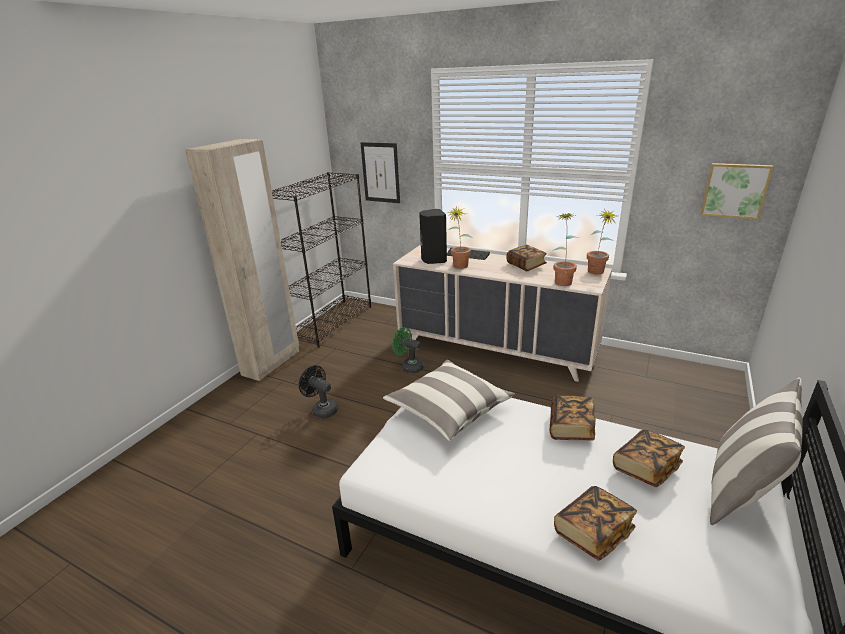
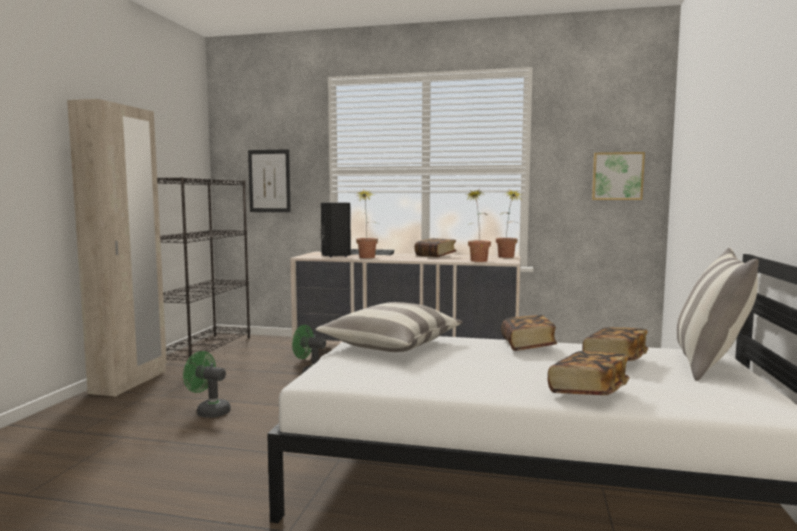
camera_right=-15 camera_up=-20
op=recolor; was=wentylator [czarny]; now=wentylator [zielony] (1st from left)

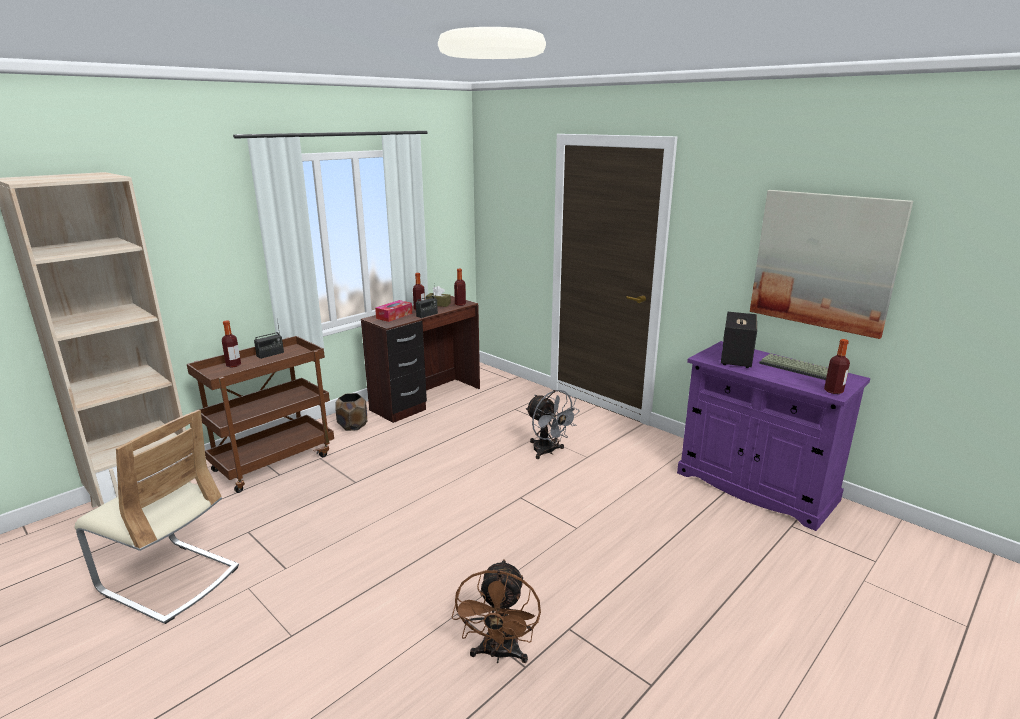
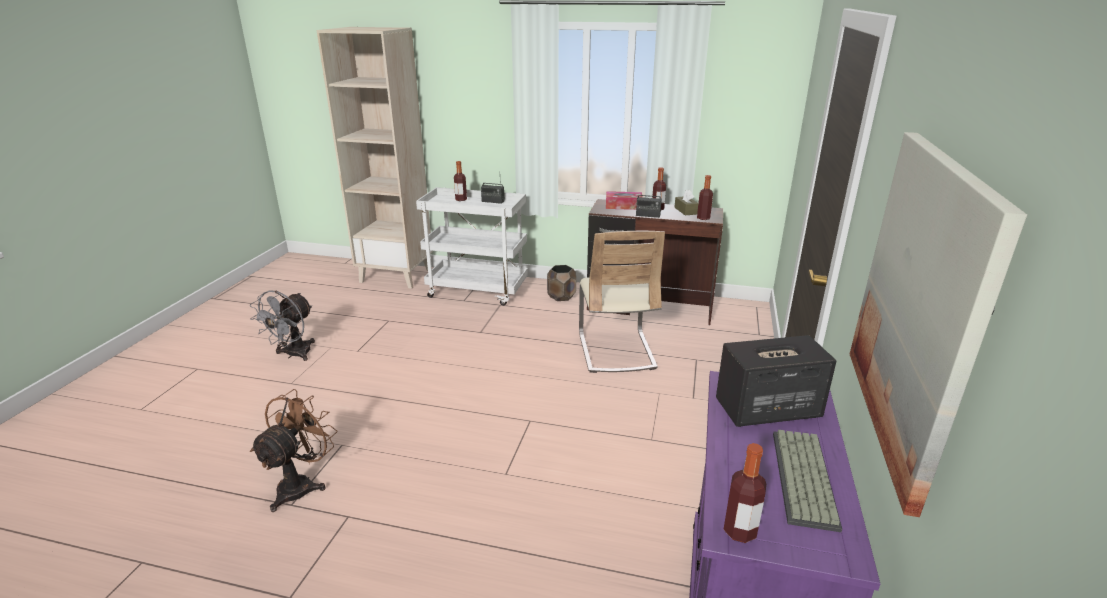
camera_right=60 camera_up=5
op=move; was=krzesło [beżowy]
op=move; was=wentylator [szary]
op=recolor; was=wózek [brązowy]; now=wózek [biały]
op=rotate; was=wentylator [brązowy]; clockwise=135

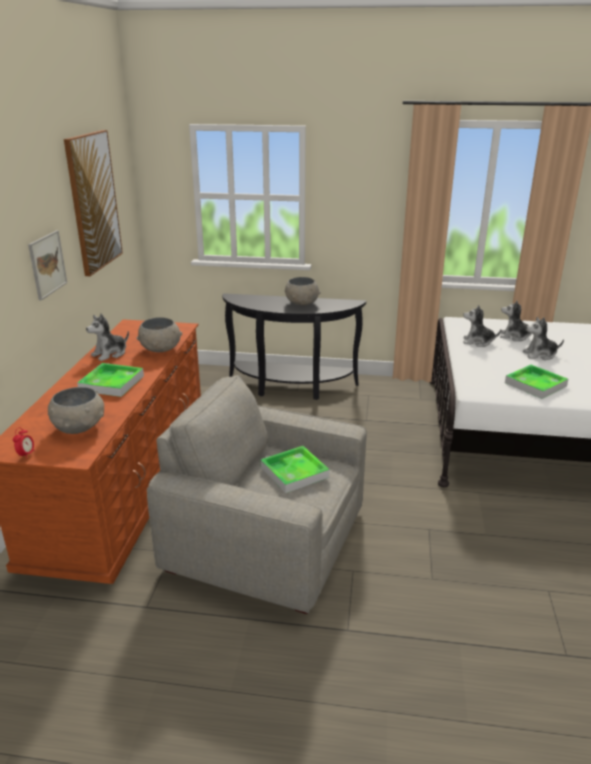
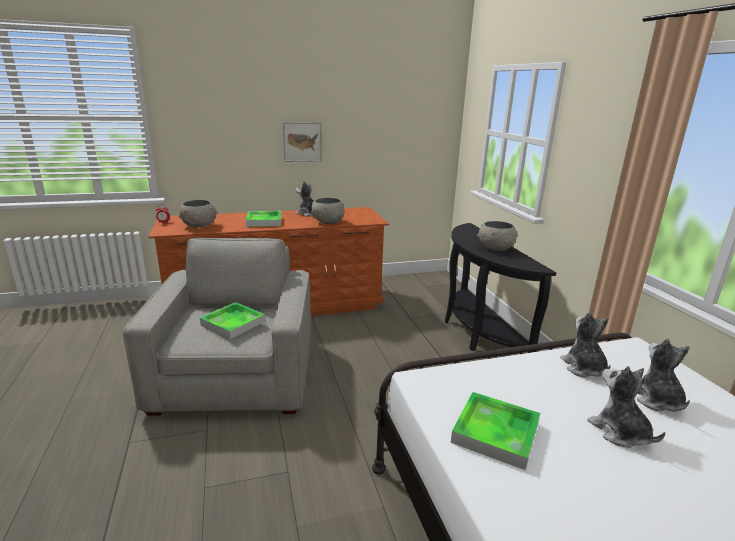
camera_right=65 camera_up=-5
op=delete; was=obraz (2nd from left)

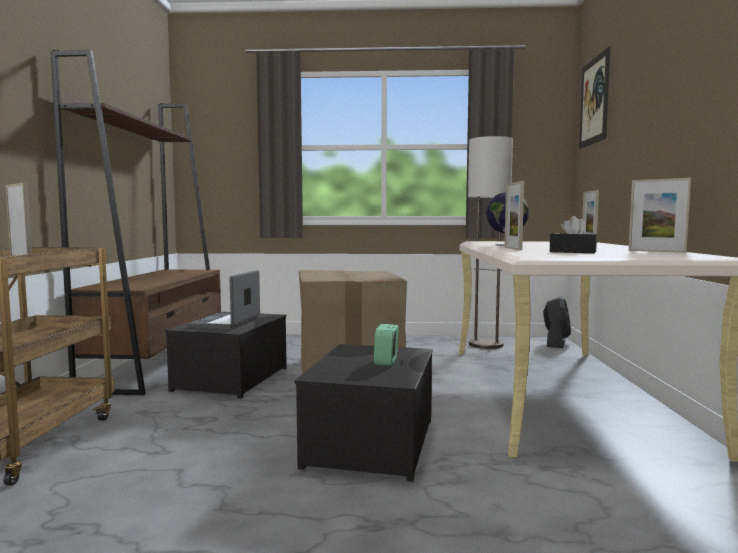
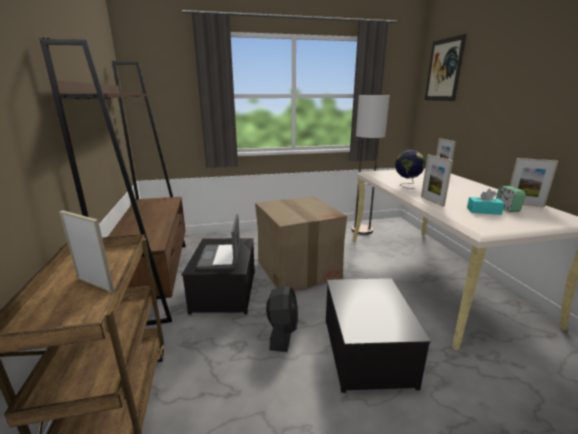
camera_right=-15 camera_up=15
op=move; was=budzik
op=move; was=wentylator [czarny]
op=recolor; was=pudełko chusteczek [czarny]; now=pudełko chusteczek [turkusowy]

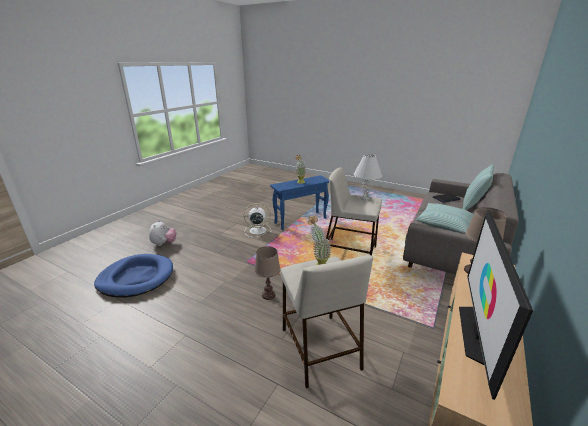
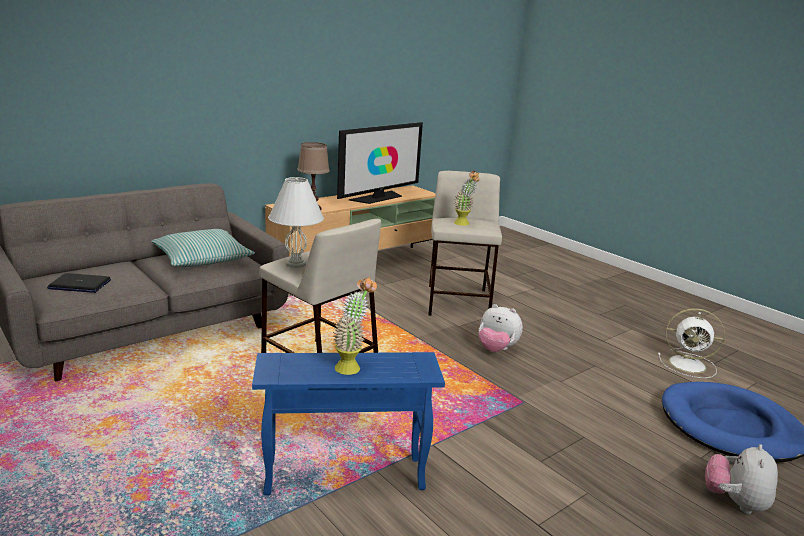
camera_right=-160 camera_up=-5
op=delete; was=poduszka (2nd from left)
op=move; was=wentylator [biały]
op=replace; was=lampa stołowa [brązowy] (1st from left); now=pluszak (1st from left)

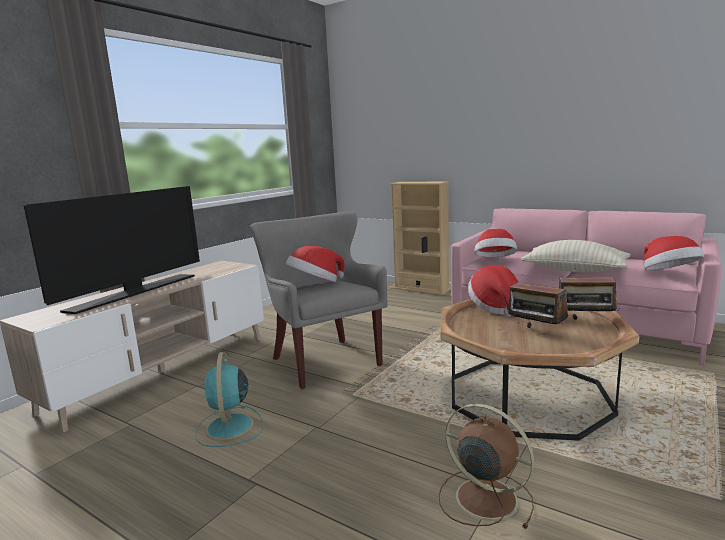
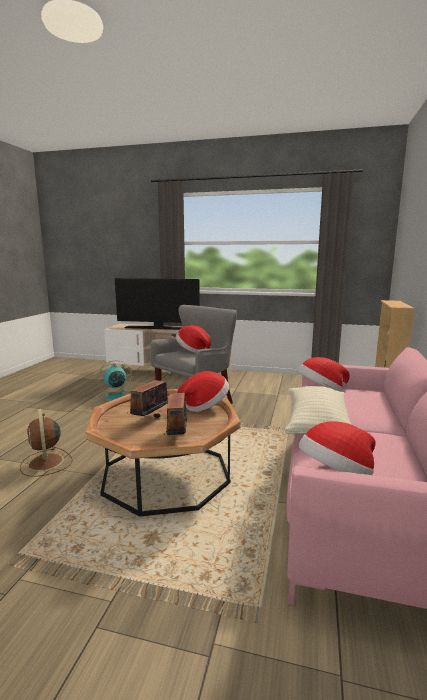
camera_right=70 camera_up=0
op=rotate; was=wentylator [brązowy]; clockwise=135

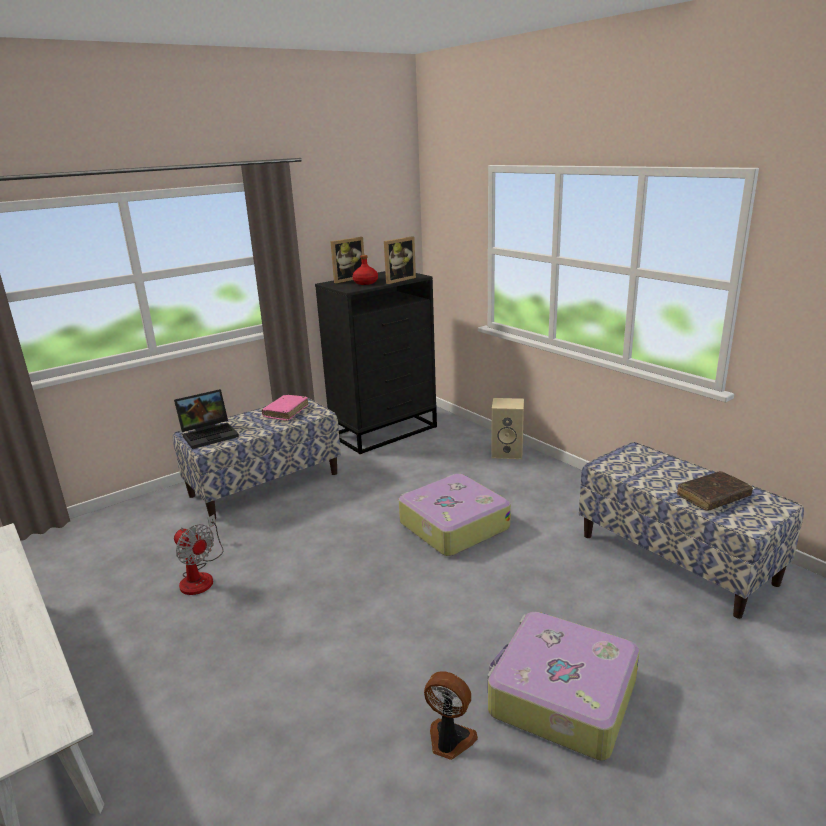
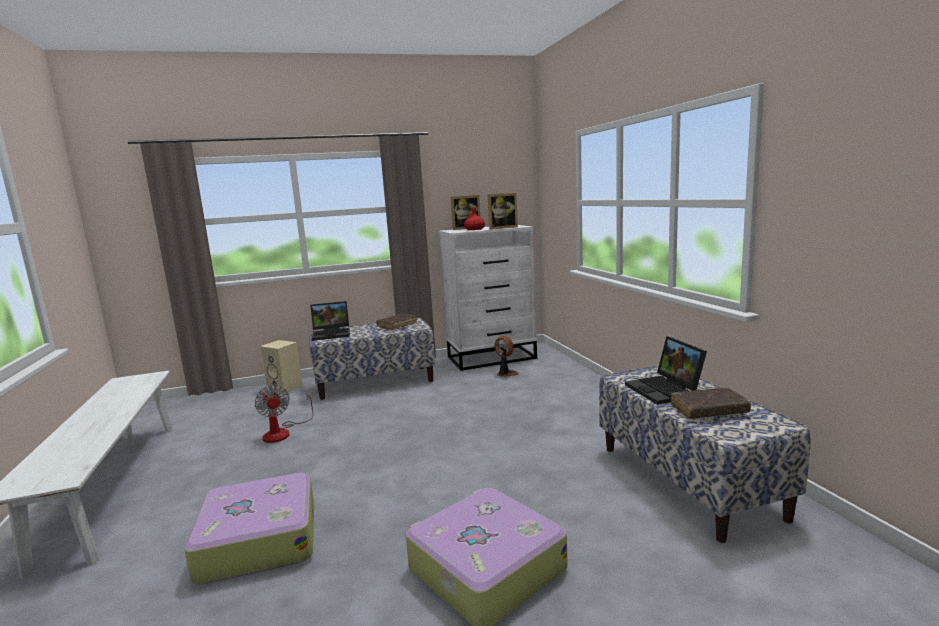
camera_right=20 camera_up=-10
op=insert; now=laptop (2nd from left)
op=move; was=walizka (1st from left)
op=move; was=wentylator (2nd from left)
op=move; was=głośnik [beżowy]
op=recolor; was=książka [różowy]; now=książka [brązowy] (1st from left)
op=recolor; was=komoda [czarny]; now=komoda [biały]

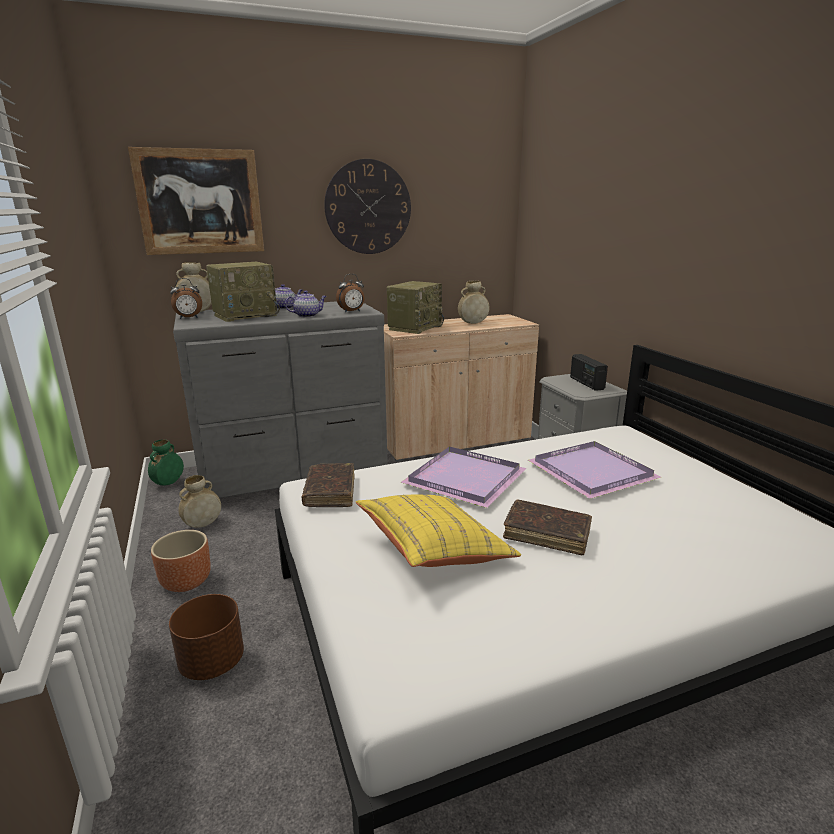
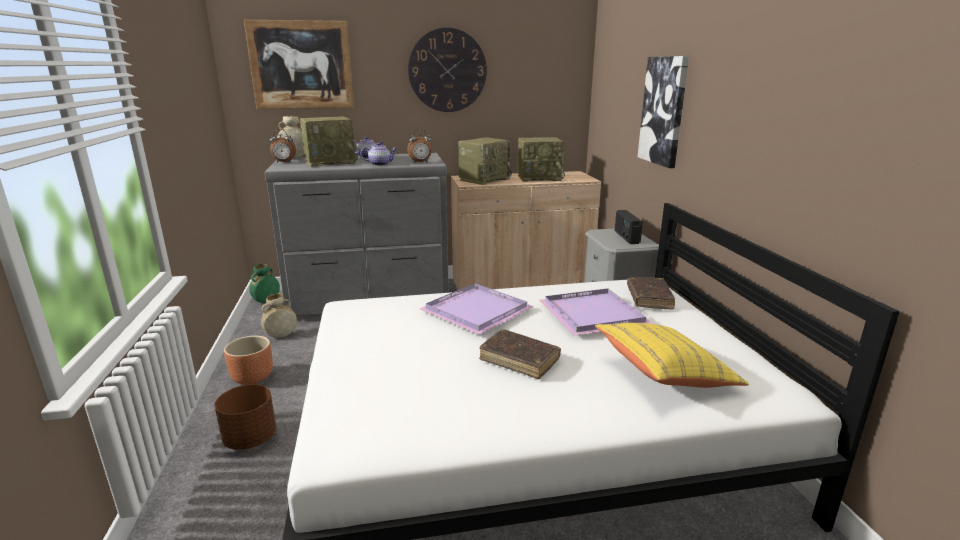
camera_right=10 camera_up=0
op=insert; now=obraz (2nd from left)
op=move; was=książka [brązowy] (1st from left in the first image); now=książka [brązowy] (2nd from left)
op=move; was=poduszka [żółty]
op=replace; was=wazon [beżowy] (3rd from left); now=radio (3rd from left)

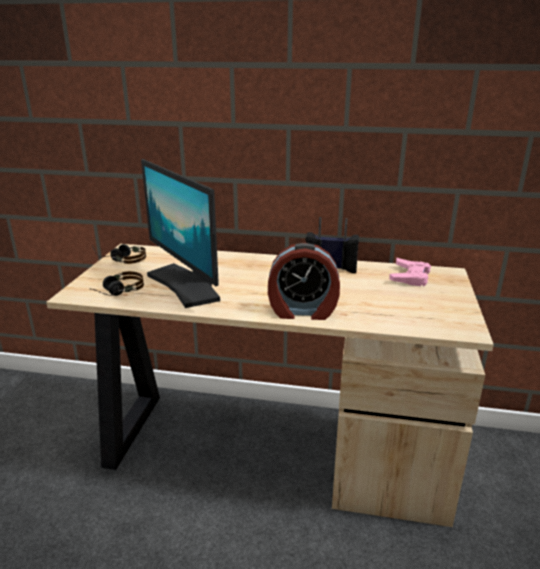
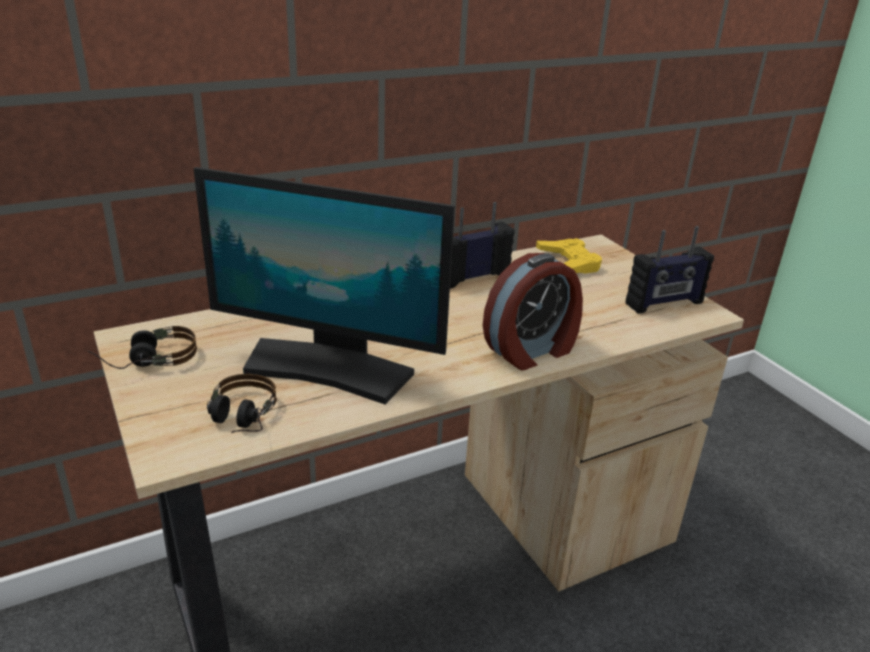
camera_right=-40 camera_up=5
op=insert; now=radio (2nd from left)
op=recolor; was=pad do gier [różowy]; now=pad do gier [żółty]

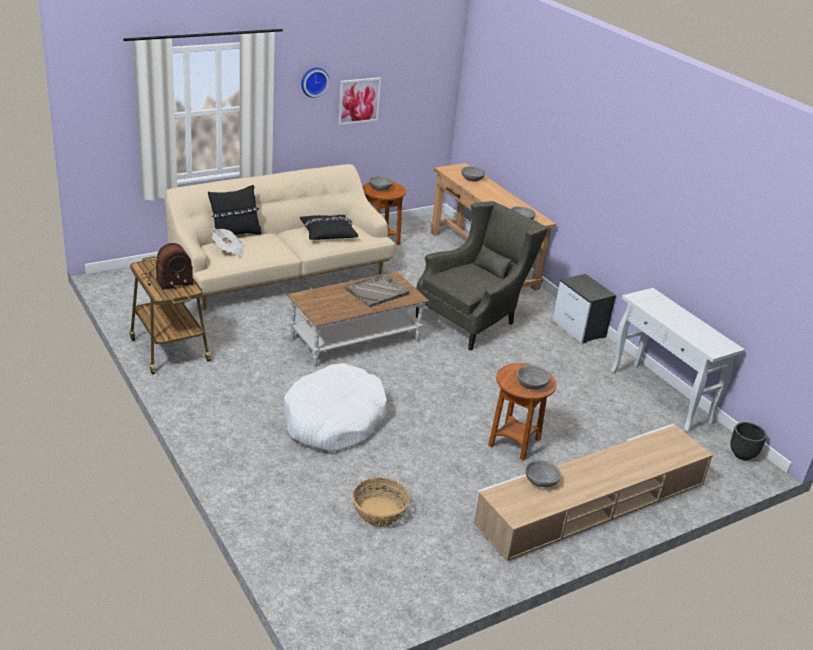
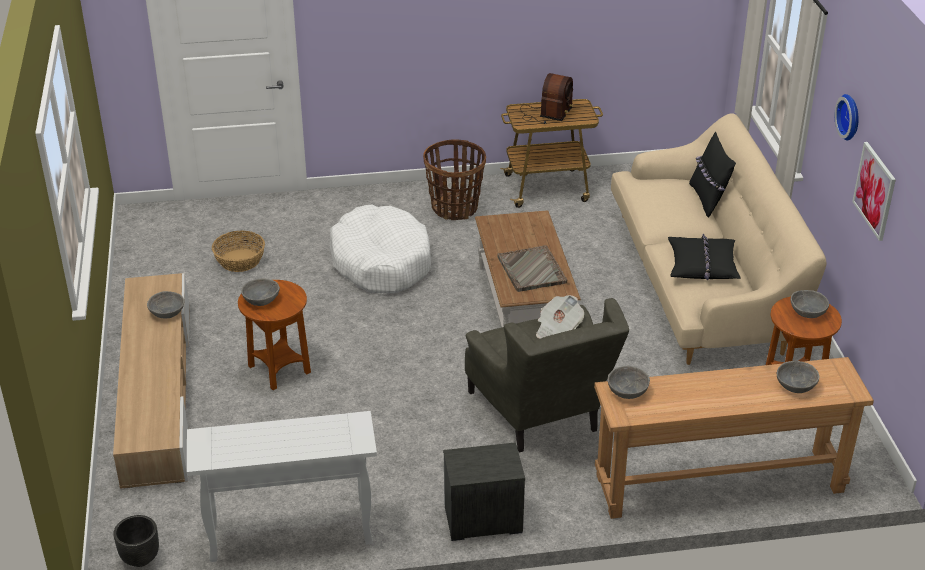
camera_right=115 camera_up=5
op=insert; now=koszyk (2nd from left)
op=move; was=gazeta
op=rotate; was=radio; clockwise=-150

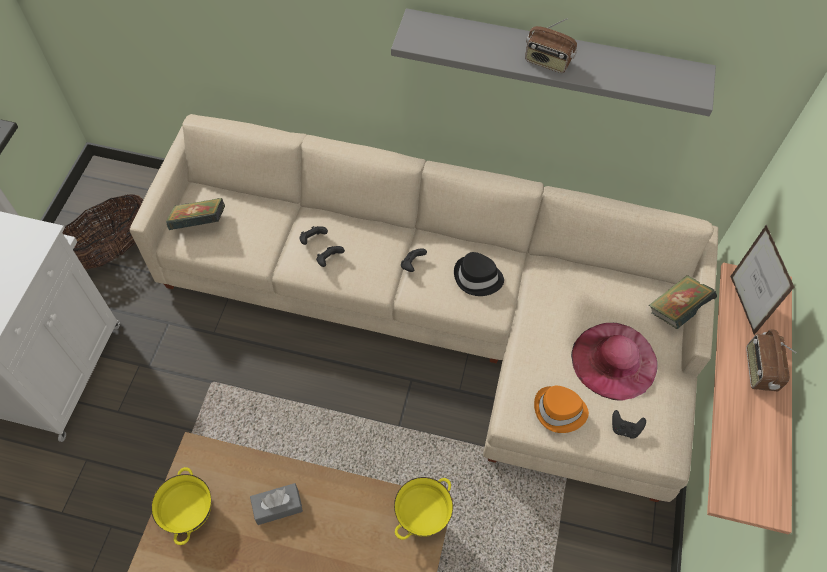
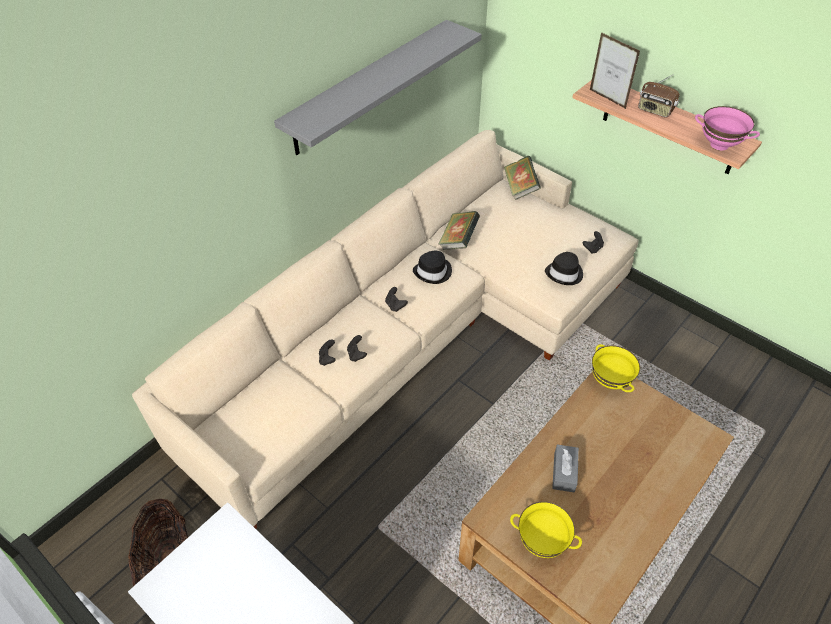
camera_right=-60 camera_up=-10
op=delete; was=radio (1st from left)
op=delete; was=kapelusz [różowy]
op=insert; now=miska [różowy]
op=move; was=książka (1st from left)
op=recolor; was=kapelusz [pomarańczowy]; now=kapelusz [czarny] (2nd from left)
op=rotate; was=ramka na zdjęcie; clockwise=-150

